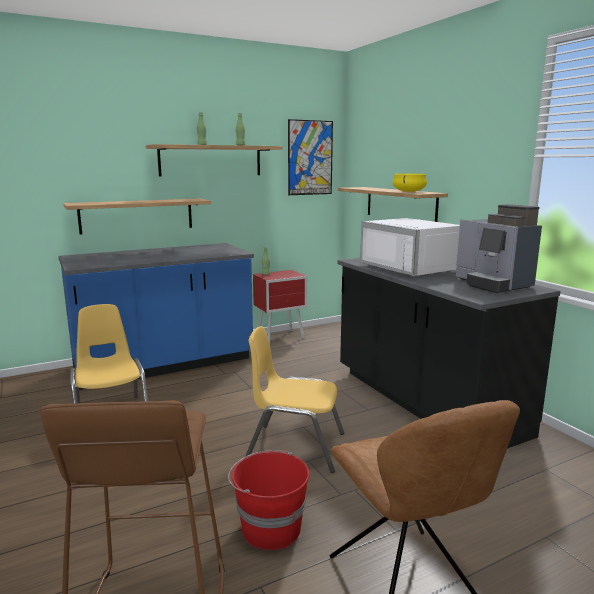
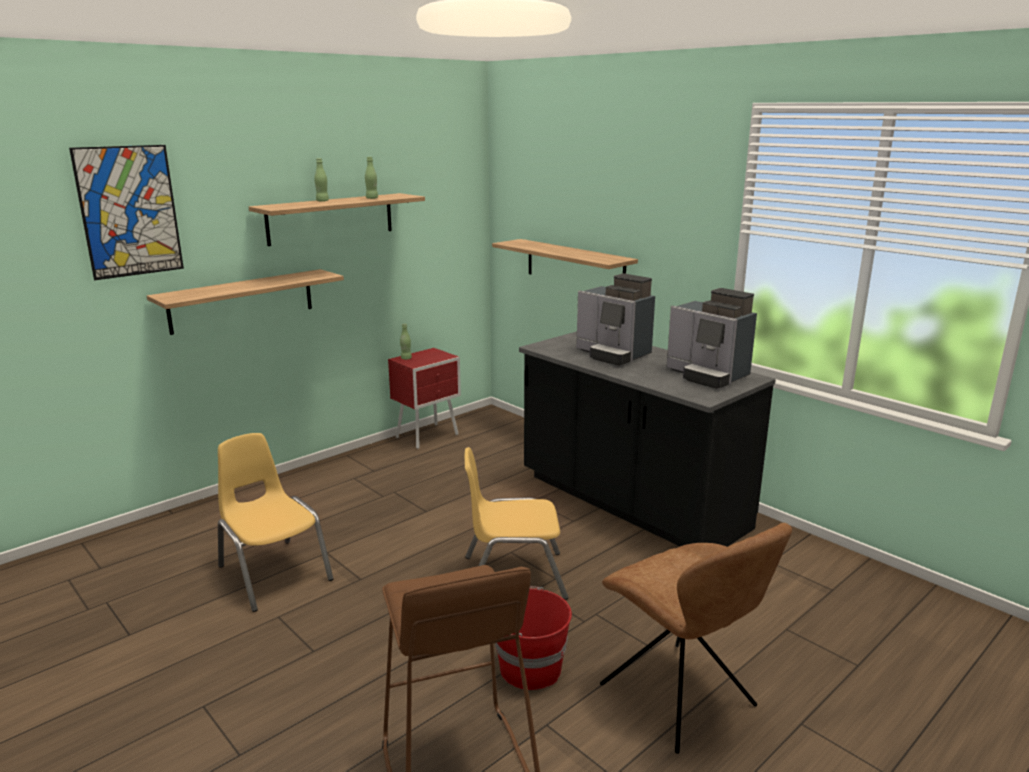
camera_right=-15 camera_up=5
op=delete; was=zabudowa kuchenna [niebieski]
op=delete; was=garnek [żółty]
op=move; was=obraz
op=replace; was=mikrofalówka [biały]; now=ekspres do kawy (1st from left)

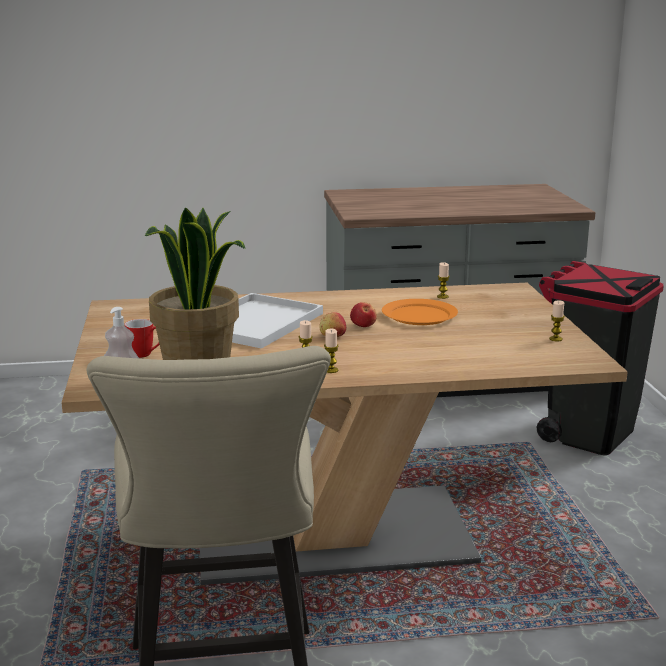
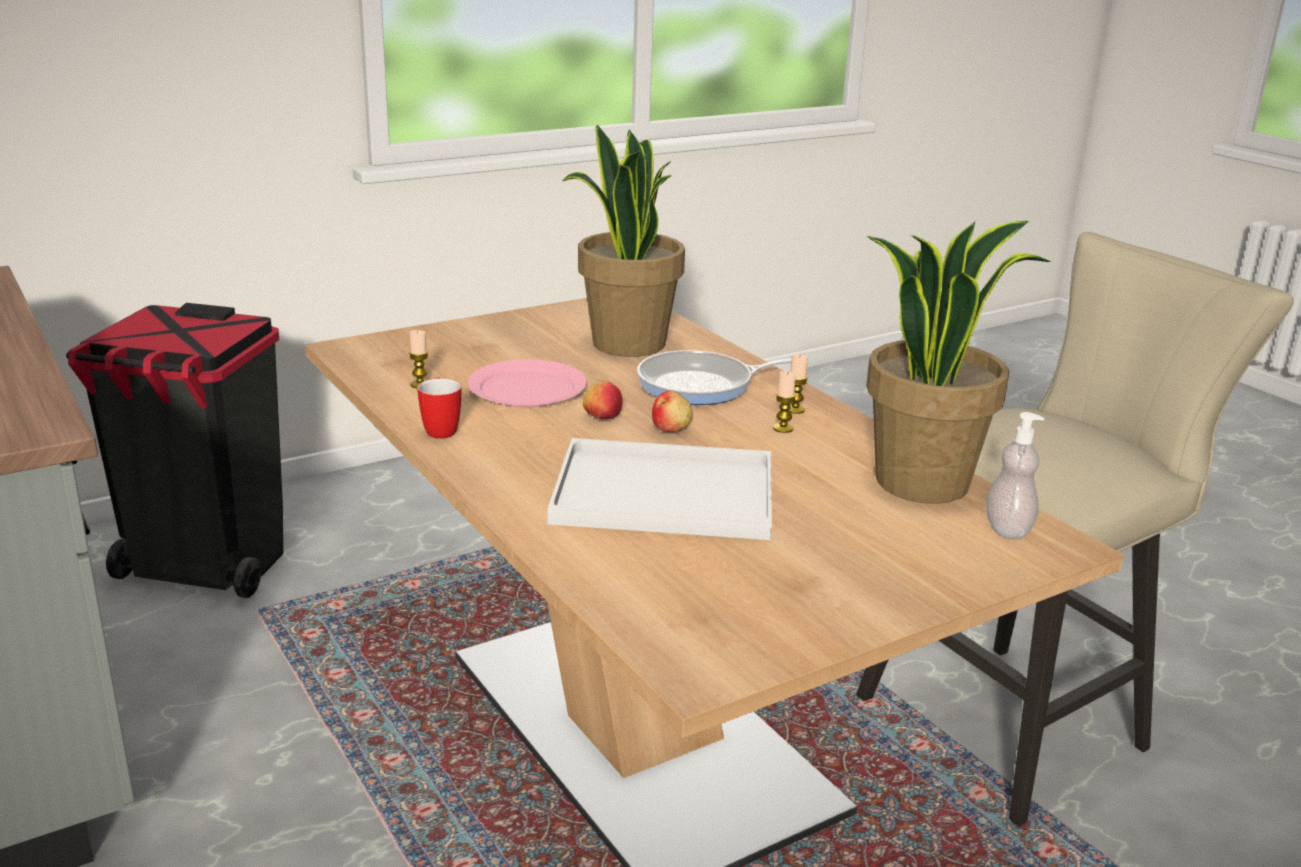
camera_right=-115 camera_up=5
op=delete; was=świeca (4th from left)
op=insert; now=roślina doniczkowa (1st from left)
op=insert; now=patelnia
op=move; was=kubek
op=recolor; was=talerz [pomarańczowy]; now=talerz [różowy]

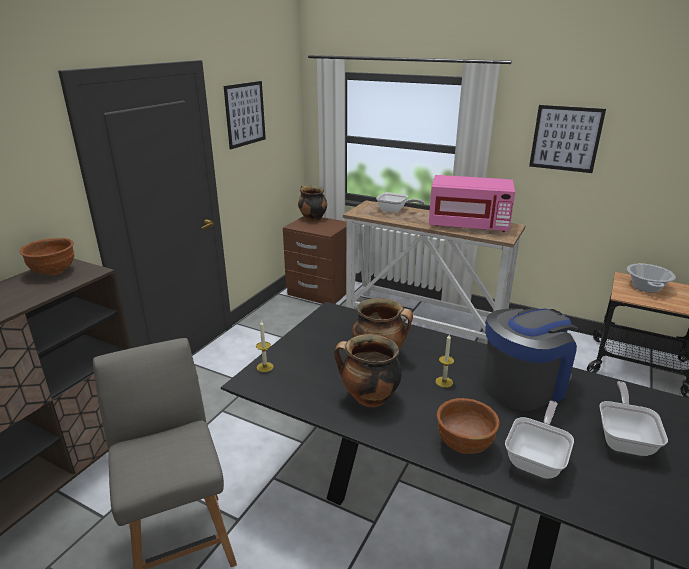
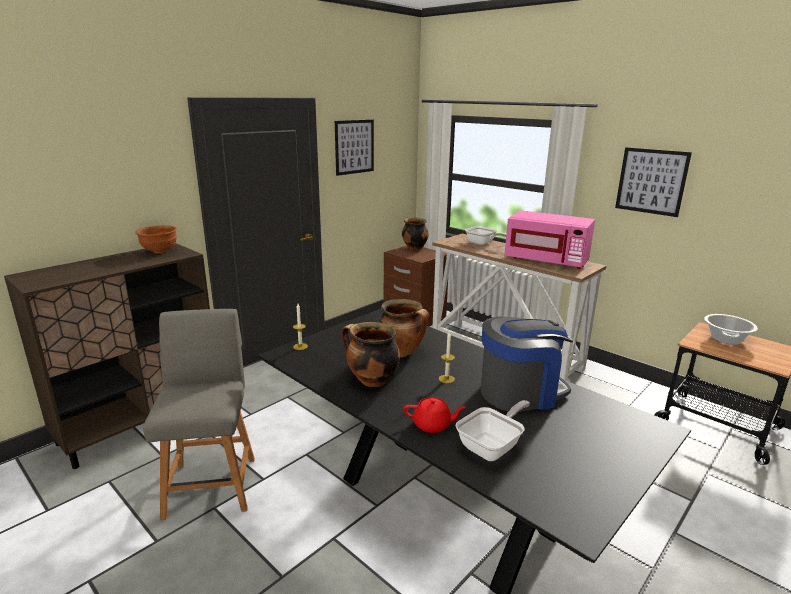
camera_right=15 camera_up=-5
op=delete; was=patelnia (3rd from left)
op=replace; was=miska [brązowy] (2nd from left); now=imbryk [czerwony]

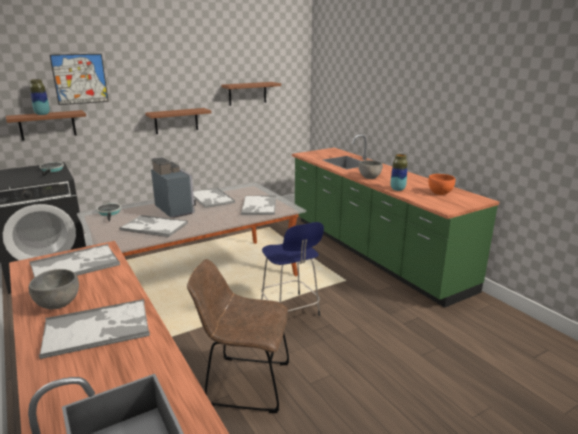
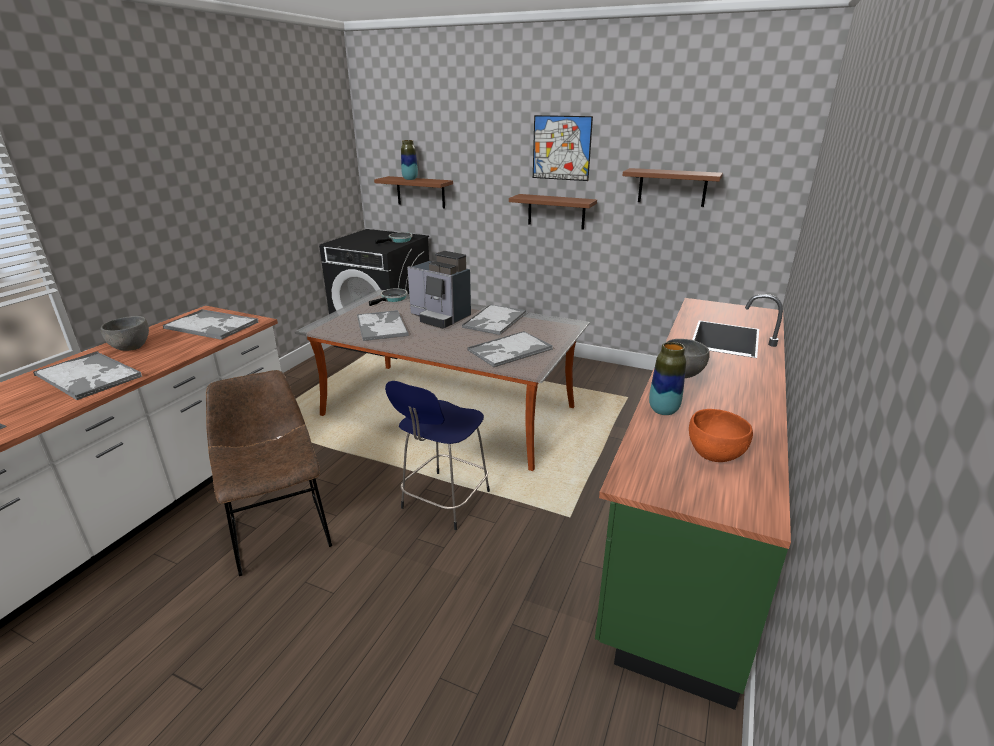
camera_right=55 camera_up=5
op=move; was=obraz
op=rotate; was=ekspres do kawy; clockwise=105

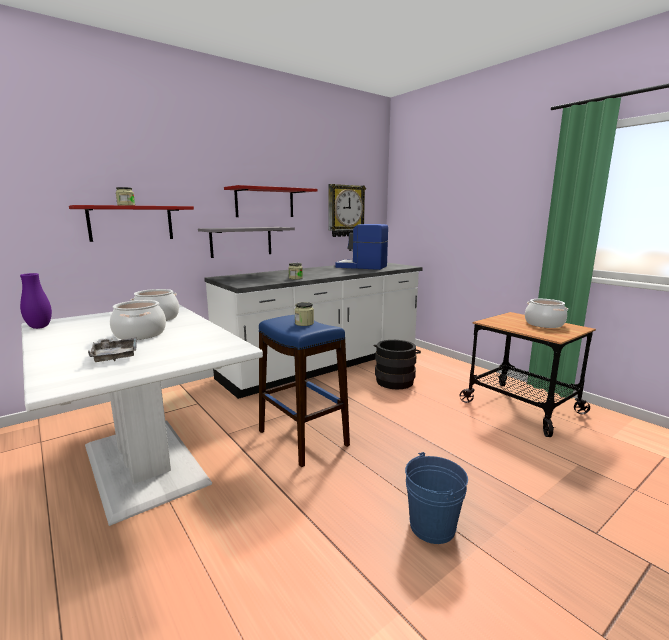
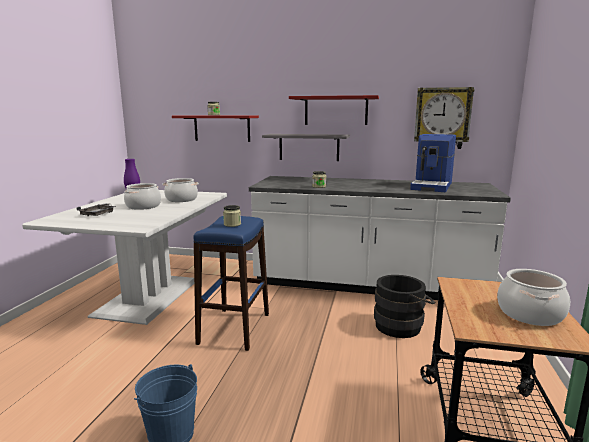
camera_right=50 camera_up=0
op=rotate; was=ekspres do kawy; clockwise=-135

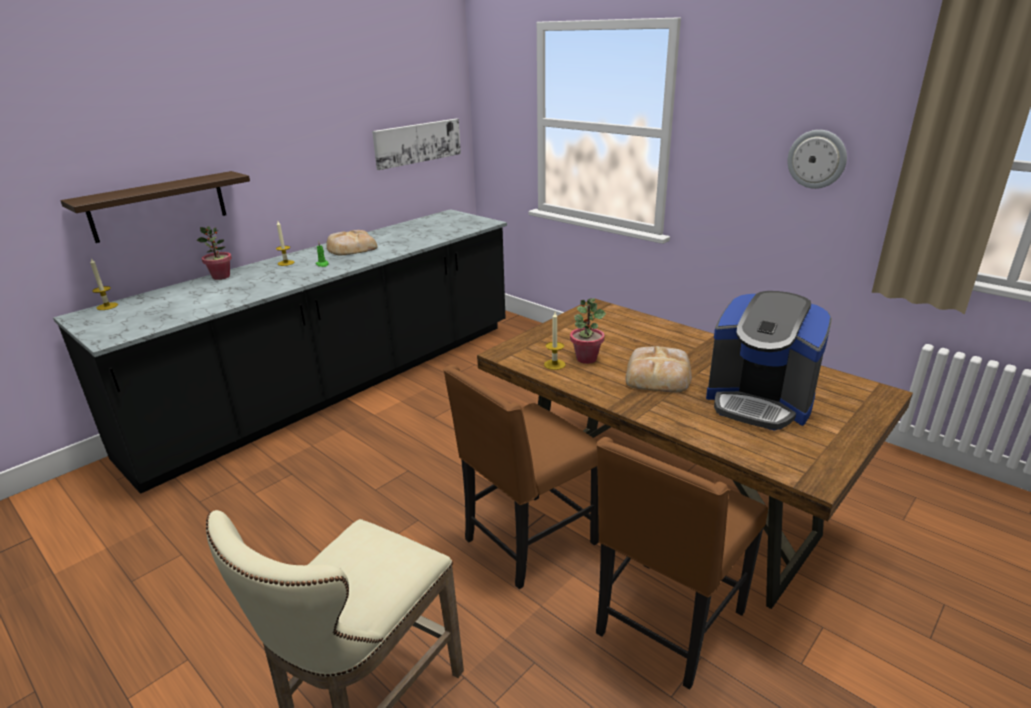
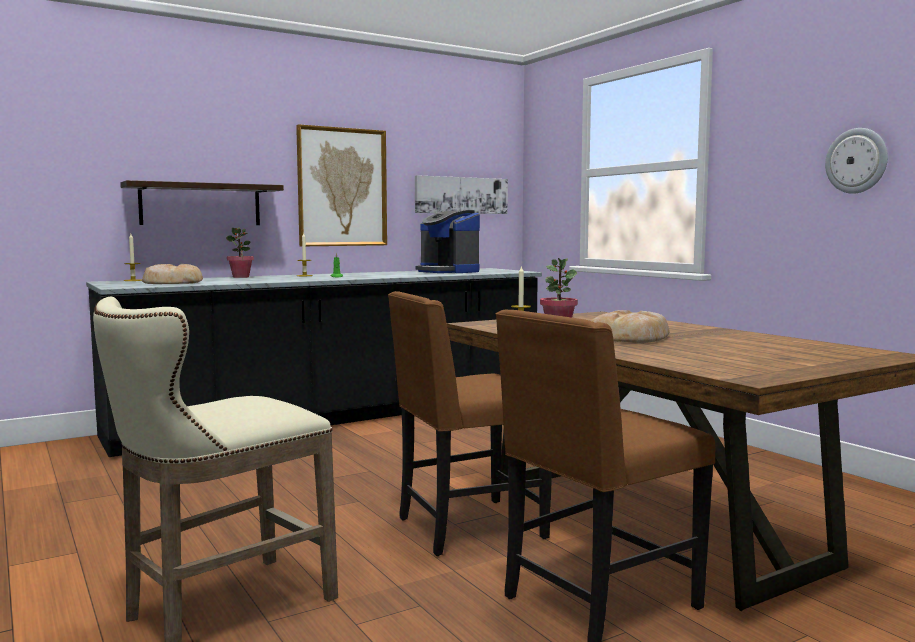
camera_right=15 camera_up=-20
op=insert; now=obraz (1st from left)
op=move; was=chleb (1st from left)
op=move; was=ekspres do kawy

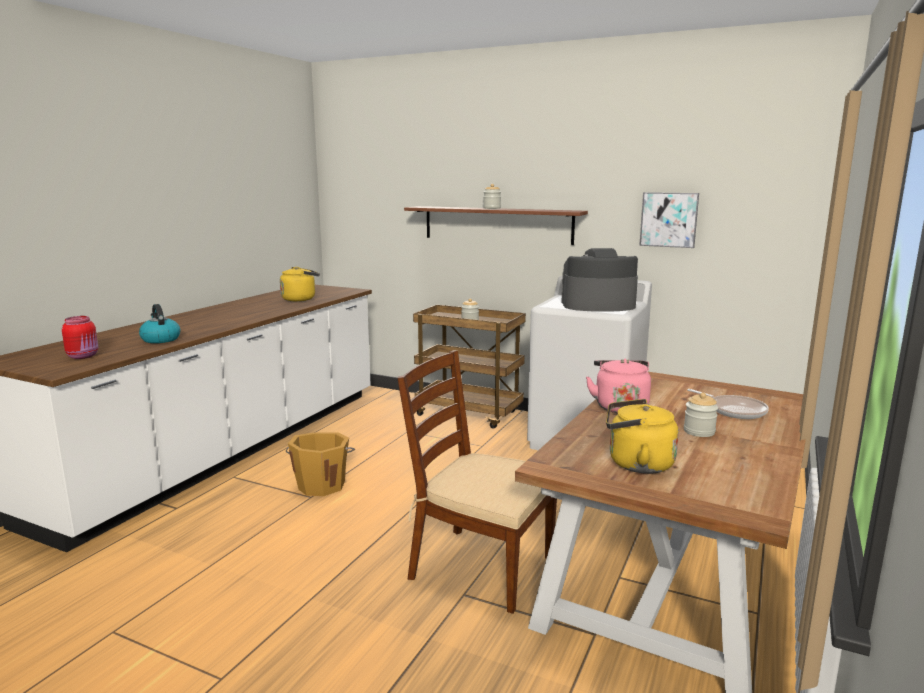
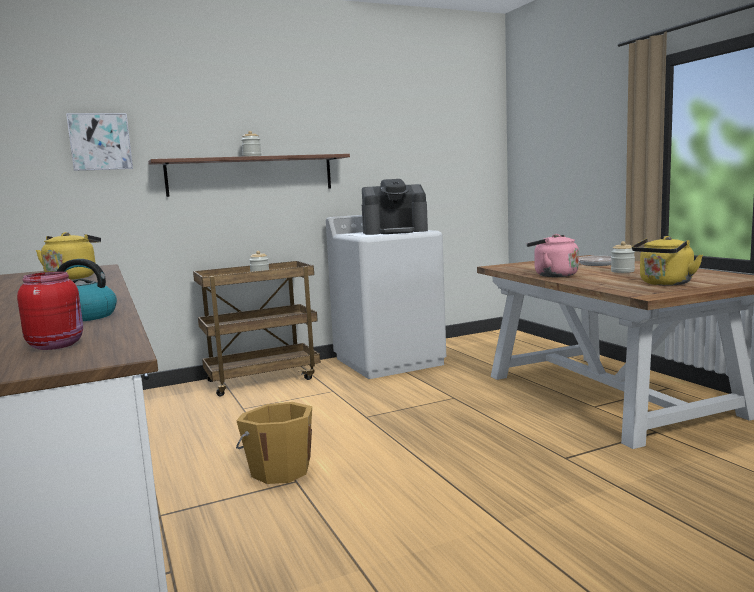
camera_right=-50 camera_up=-5
op=delete; was=krzesło [brązowy]
op=move; was=obraz
op=rotate; was=ekspres do kawy; clockwise=-135

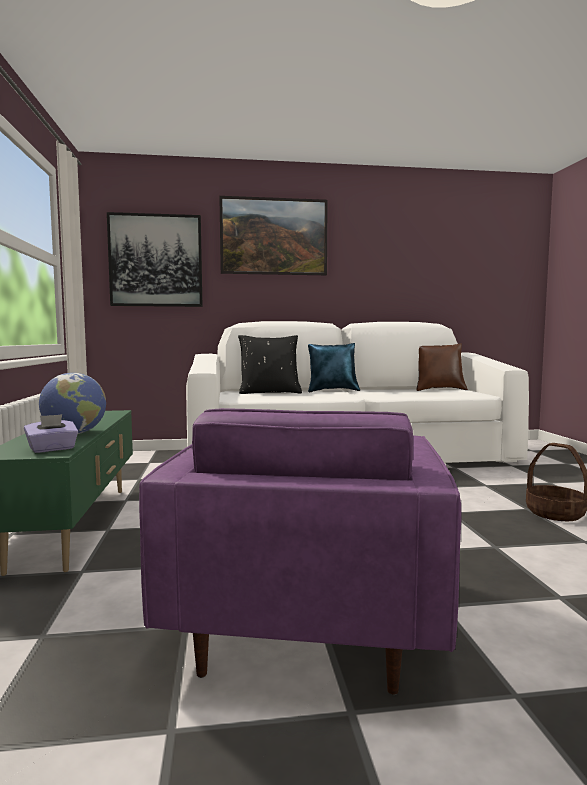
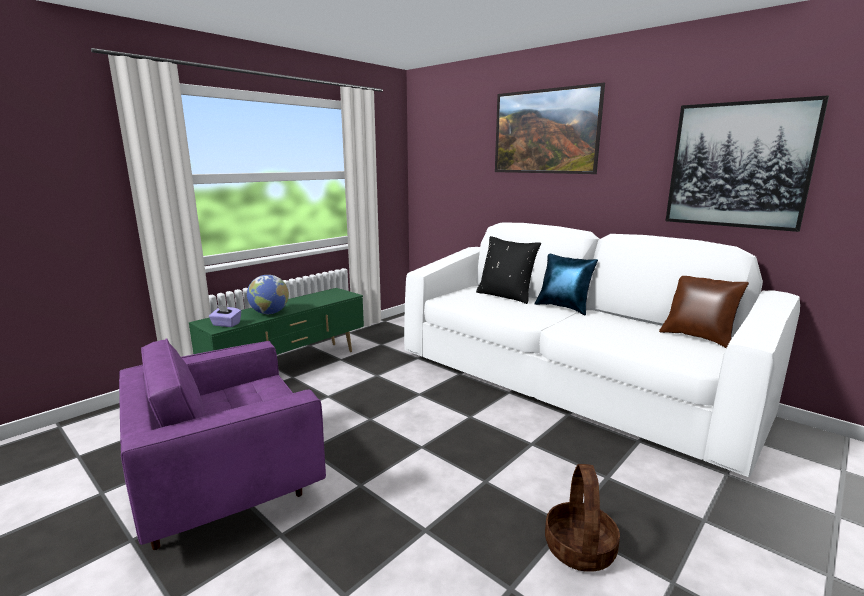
camera_right=50 camera_up=10
op=move; was=obraz (1st from left in the first image); now=obraz (2nd from left)

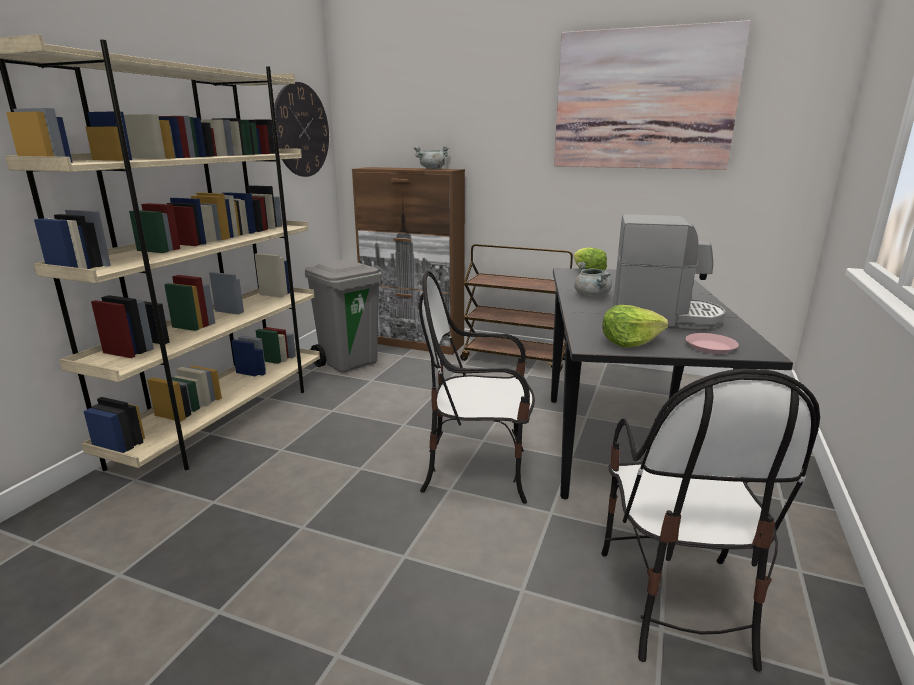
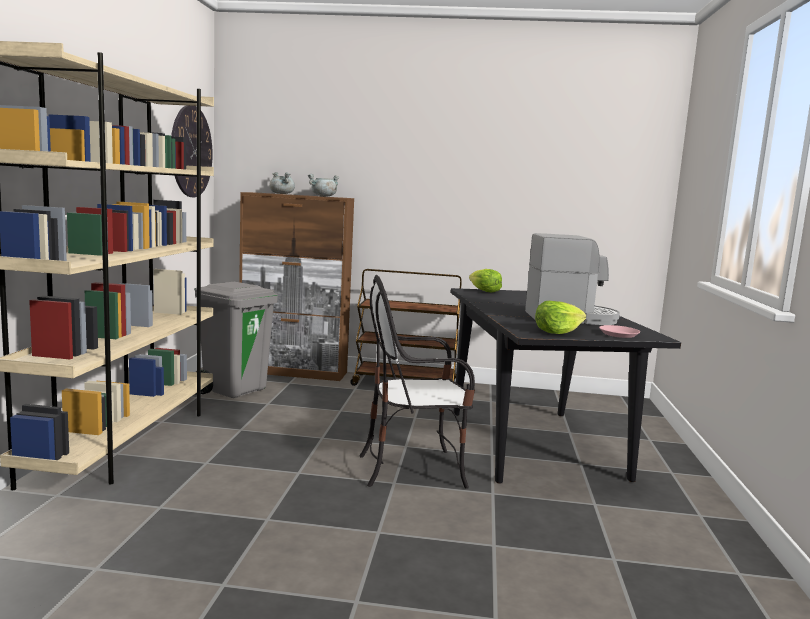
camera_right=-15 camera_up=-10
op=delete; was=obraz
op=delete; was=krzesło (2nd from left)
op=move; was=garnek [szary] (2nd from left in the first image); now=garnek [szary] (1st from left)

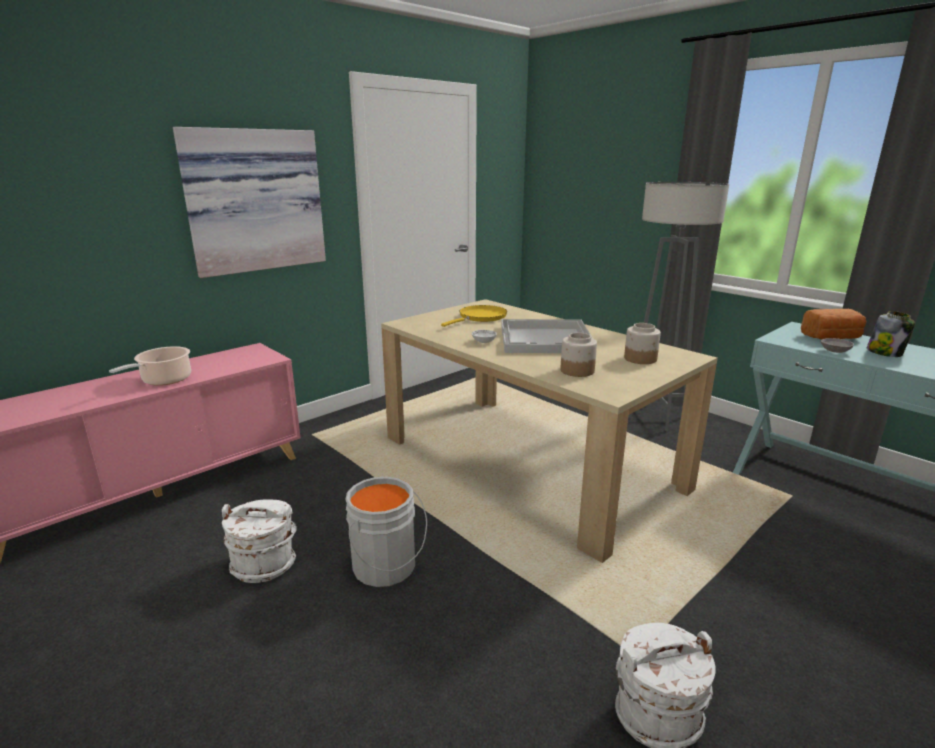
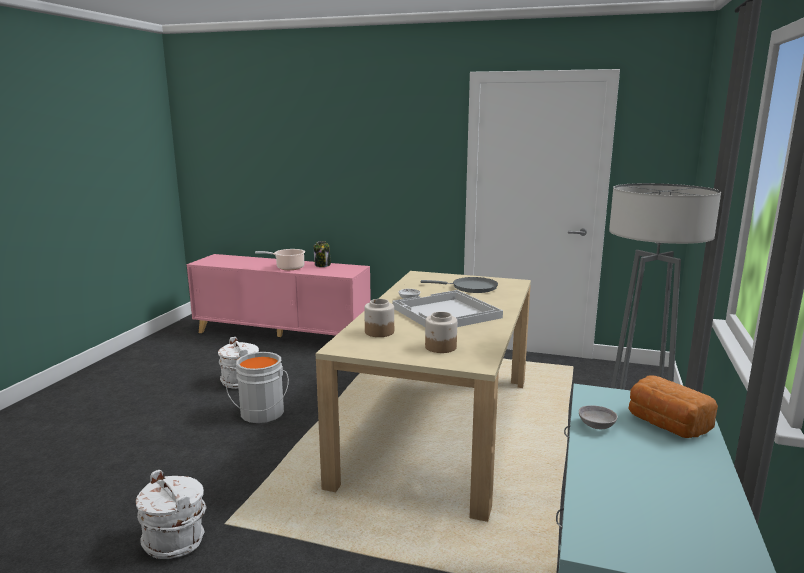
camera_right=60 camera_up=-5
op=delete; was=obraz
op=move; was=słoik (3rd from left in the first image); now=słoik (1st from left)
op=recolor; was=patelnia [żółty]; now=patelnia [szary]

